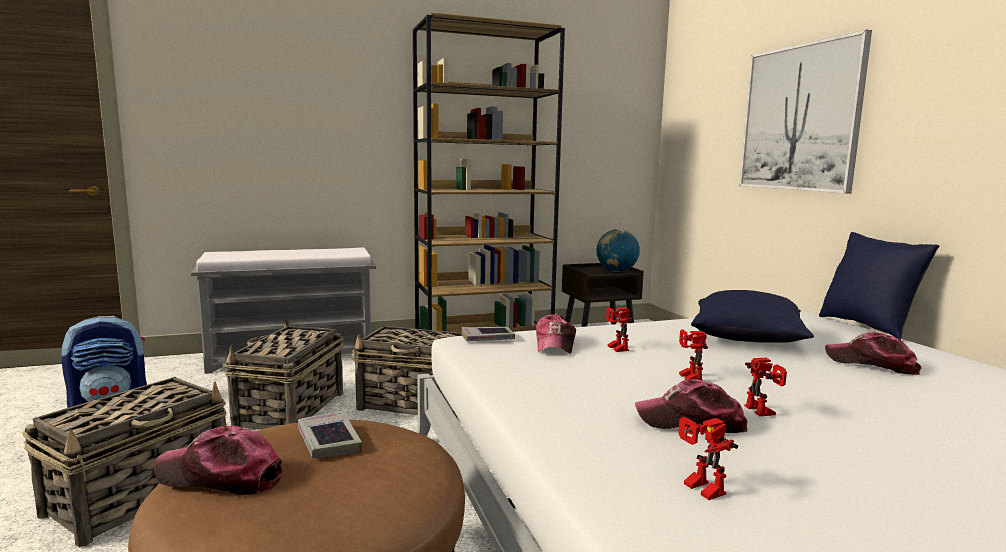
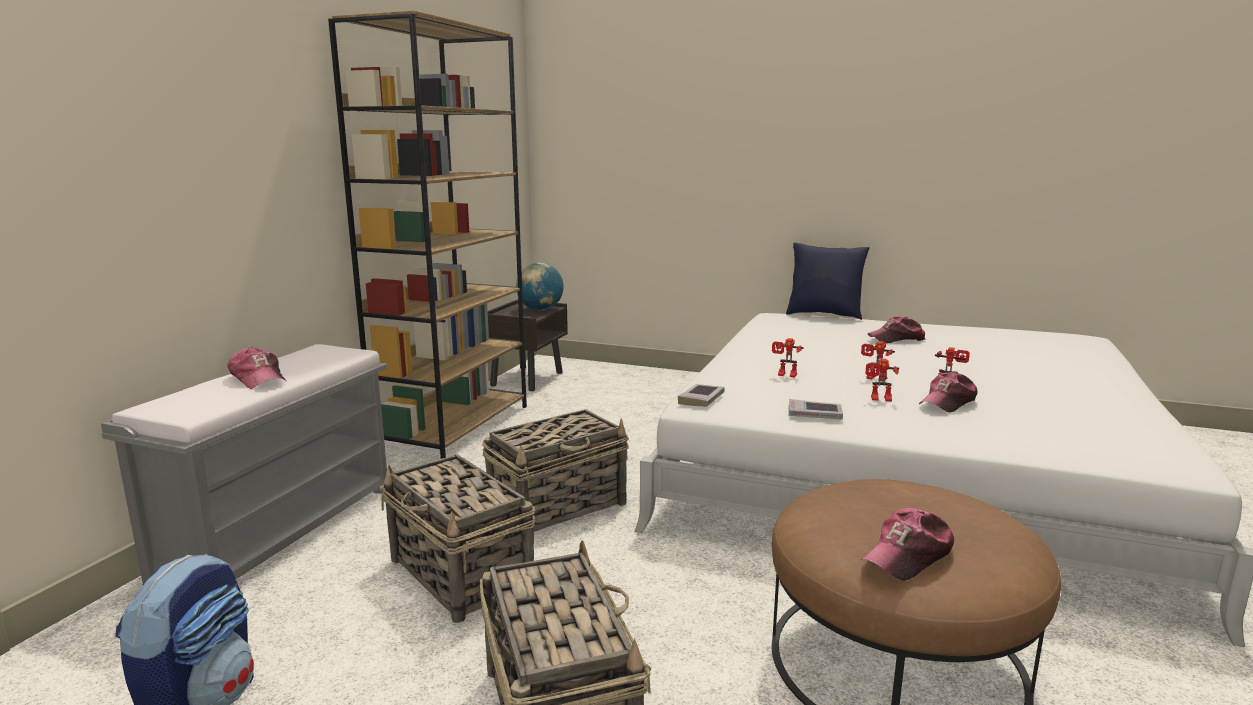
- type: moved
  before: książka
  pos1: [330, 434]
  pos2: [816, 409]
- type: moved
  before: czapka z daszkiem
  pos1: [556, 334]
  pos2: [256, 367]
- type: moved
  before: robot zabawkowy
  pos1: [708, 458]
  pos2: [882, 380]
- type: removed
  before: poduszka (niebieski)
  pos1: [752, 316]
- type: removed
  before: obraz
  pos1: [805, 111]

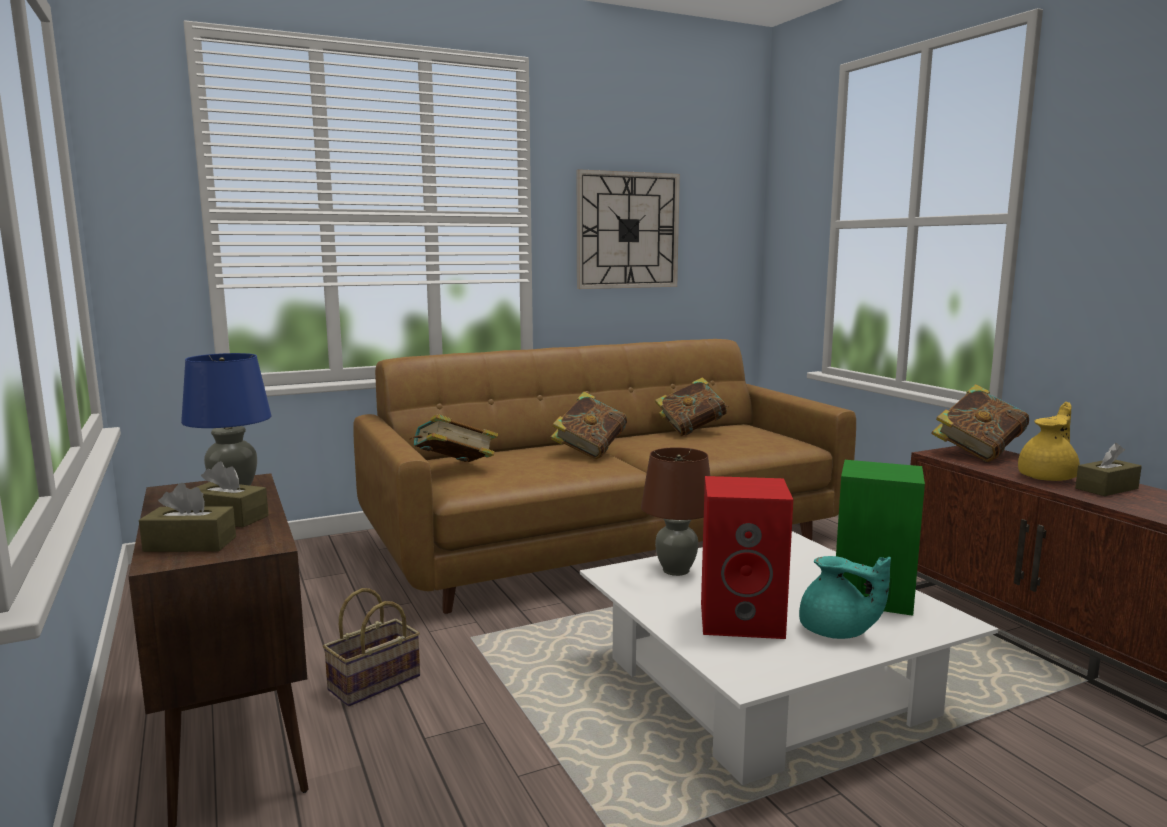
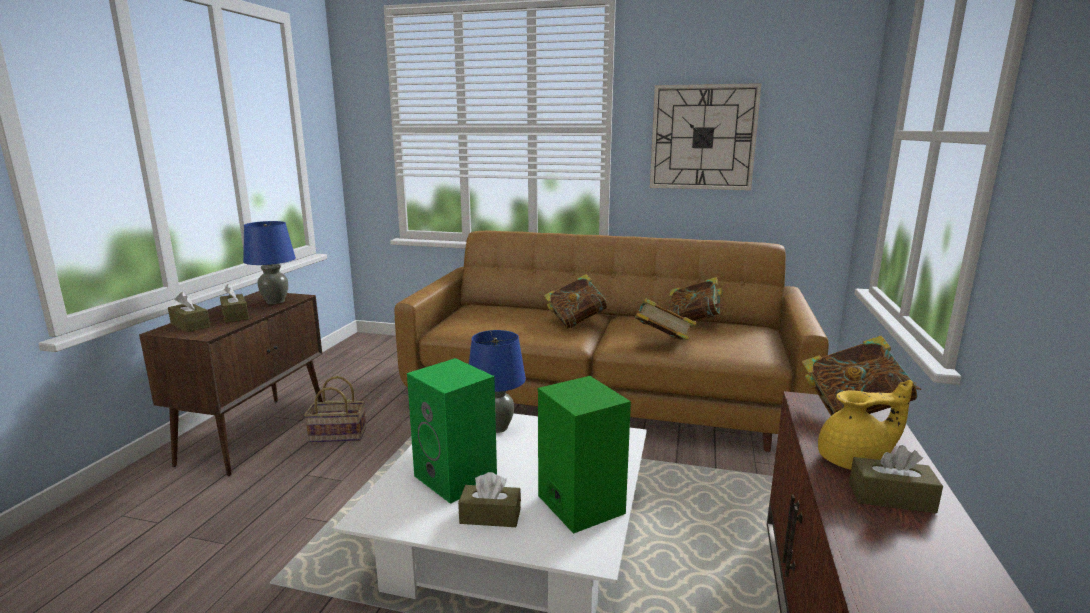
- type: moved
  before: książka
  pos1: [454, 438]
  pos2: [664, 319]
- type: recoloured
  before: lampa stołowa (brązowy)
  after: lampa stołowa (niebieski)
  pos1: [675, 511]
  pos2: [497, 381]
- type: recoloured
  before: głośnik (czerwony)
  after: głośnik (zielony)
  pos1: [747, 557]
  pos2: [452, 431]
- type: replaced
  before: imbryk (turkusowy)
  after: pudełko chusteczek (brązowy)
  pos1: [845, 597]
  pos2: [489, 499]

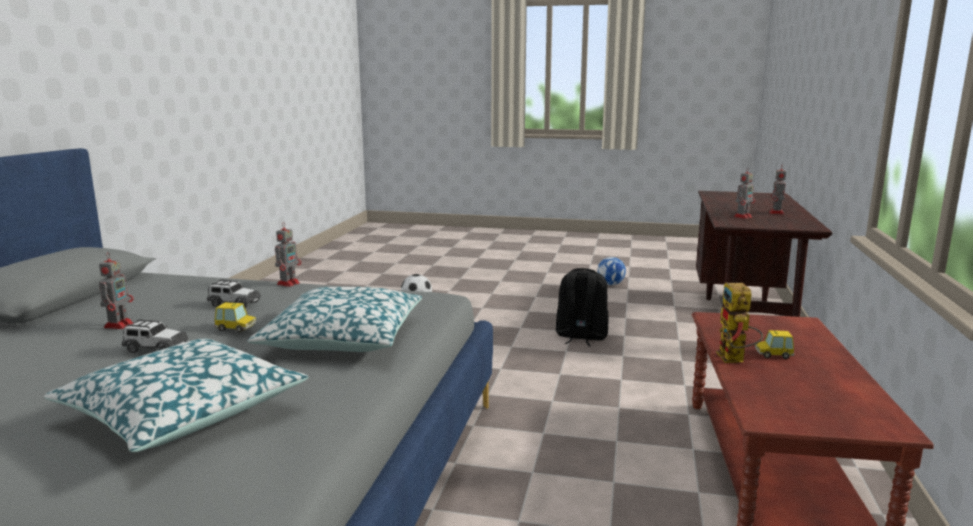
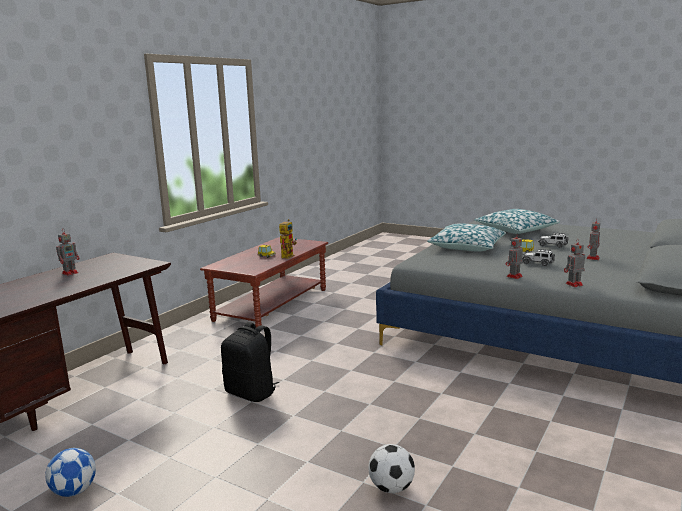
- type: moved
  before: robot zabawkowy
  pos1: [744, 193]
  pos2: [574, 263]

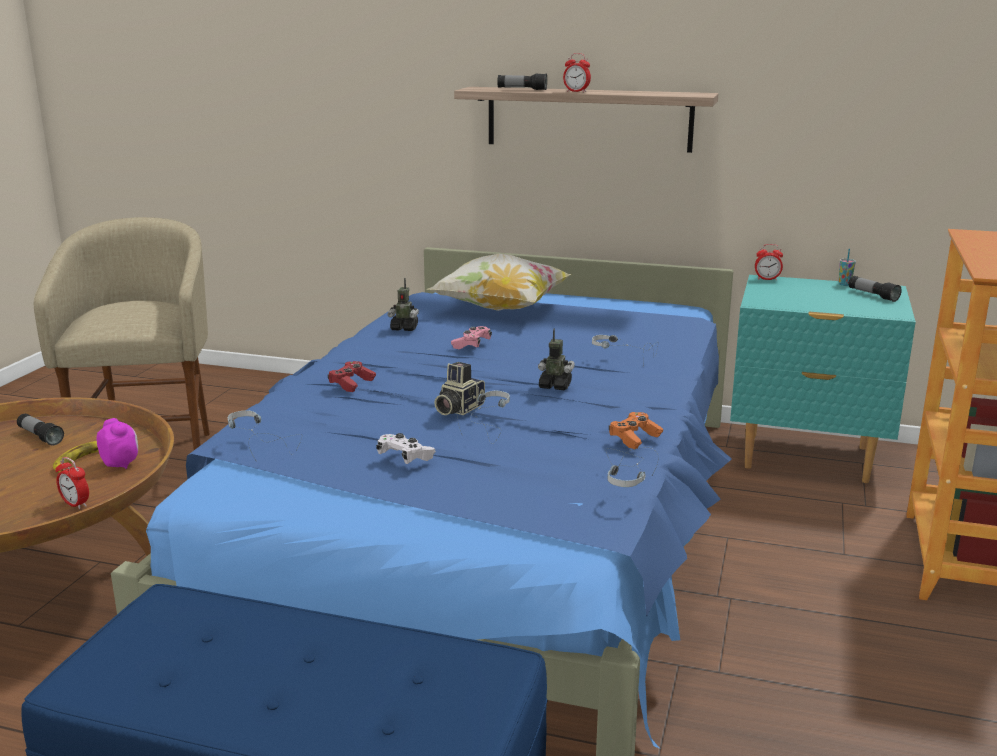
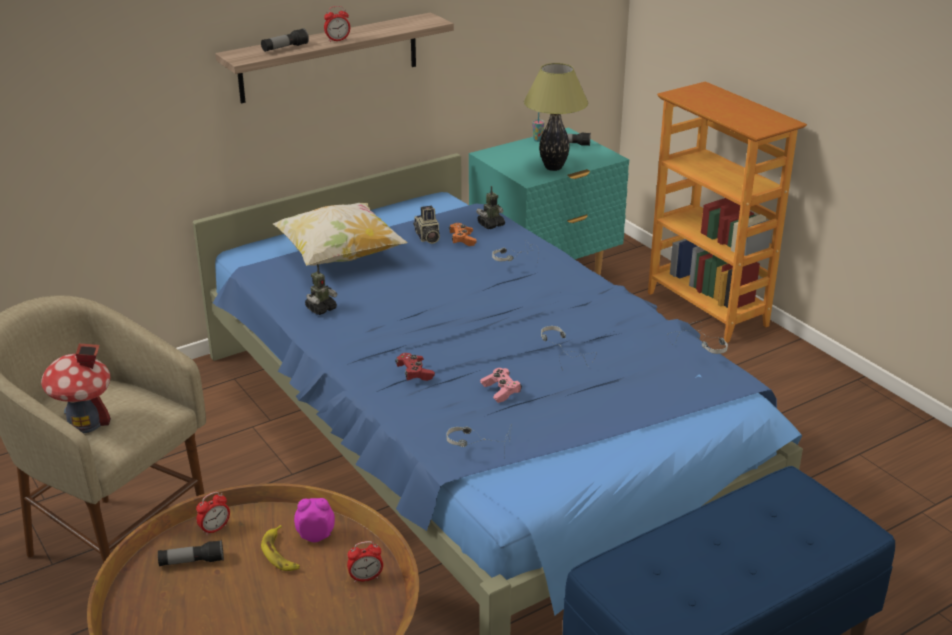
- type: removed
  before: pad do gier (biały)
  pos1: [406, 448]
- type: moved
  before: aparat fotograficzny
  pos1: [459, 388]
  pos2: [426, 225]
- type: moved
  before: pad do gier (różowy)
  pos1: [471, 337]
  pos2: [501, 385]
- type: moved
  before: robot zabawkowy
  pos1: [556, 359]
  pos2: [490, 207]
- type: moved
  before: pad do gier (pomarańczowy)
  pos1: [636, 430]
  pos2: [463, 234]
- type: moved
  before: budzik
  pos1: [769, 262]
  pos2: [213, 514]
- type: added
  after: domek
  pos2: [76, 388]
- type: added
  after: lampa stołowa
  pos2: [556, 117]

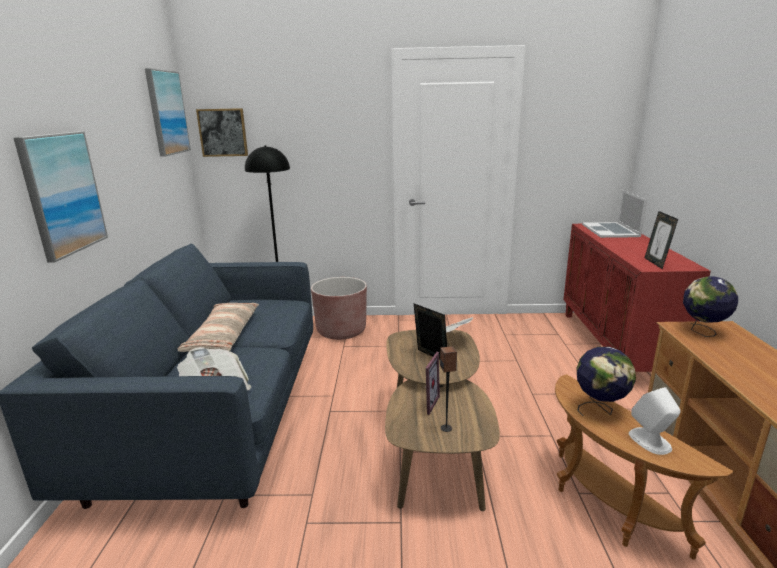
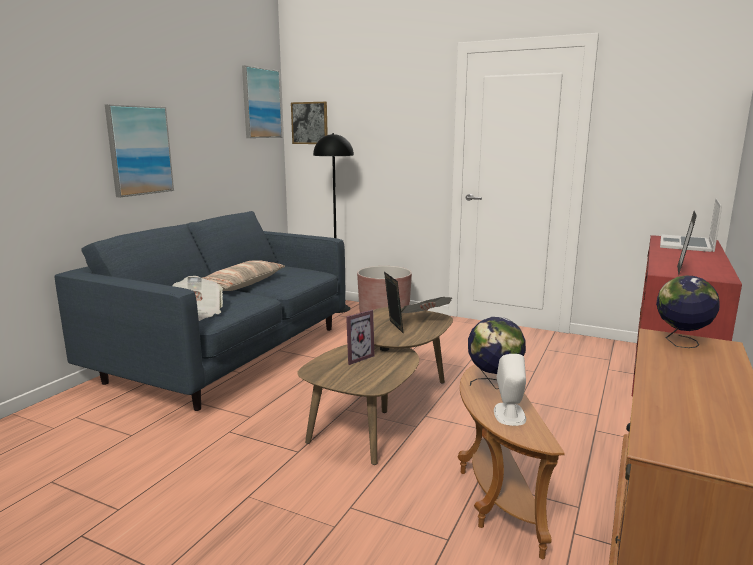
- type: removed
  before: głośnik
  pos1: [448, 389]

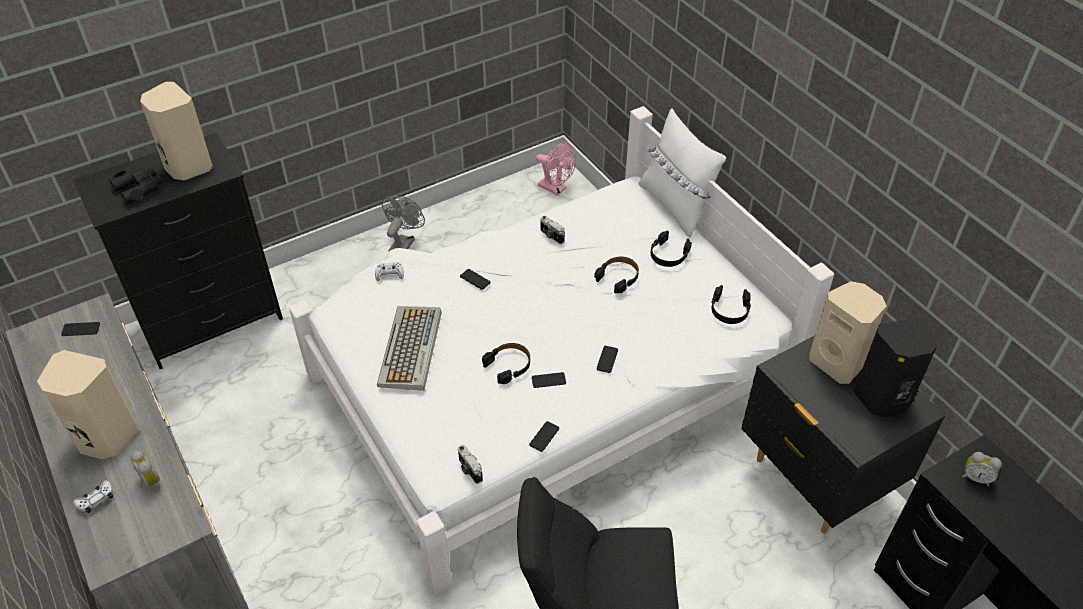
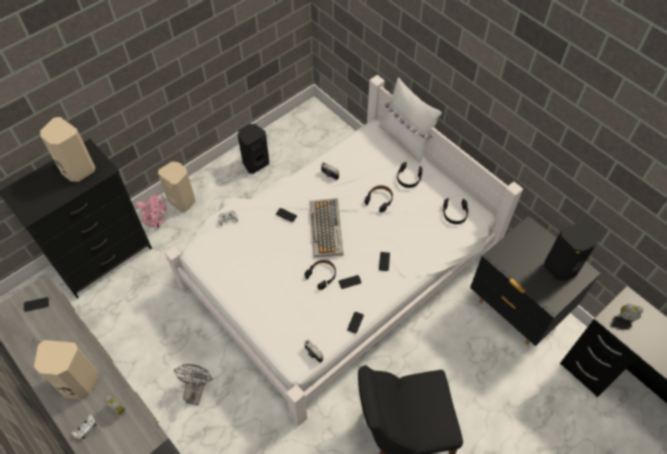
- type: removed
  before: lornetka (czarny)
  pos1: [136, 186]
- type: moved
  before: klawiatura
  pos1: [409, 348]
  pos2: [327, 227]
- type: moved
  before: wentylator (szary)
  pos1: [403, 223]
  pos2: [193, 384]
- type: moved
  before: wentylator (różowy)
  pos1: [556, 169]
  pos2: [151, 211]
- type: moved
  before: głośnik (beżowy)
  pos1: [847, 332]
  pos2: [176, 187]
- type: added
  after: głośnik (czarny)
  pos2: [253, 149]

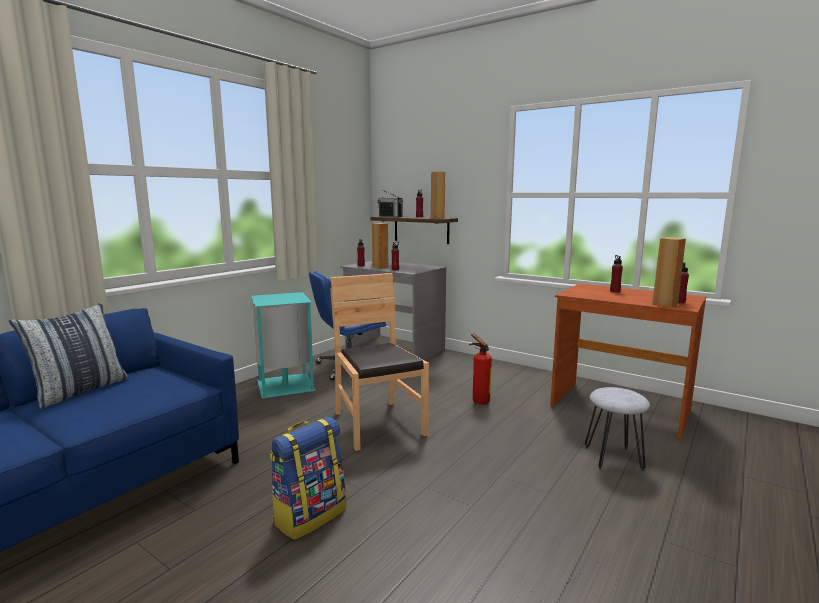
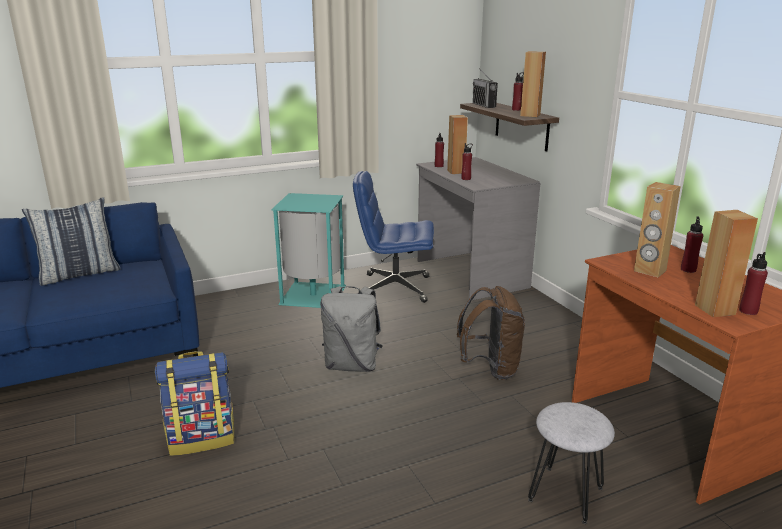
- type: replaced
  before: krzesło (brązowy)
  after: plecak (szary)
  pos1: [380, 362]
  pos2: [351, 329]
- type: replaced
  before: gaśnica
  after: plecak (brązowy)
  pos1: [480, 368]
  pos2: [491, 333]
- type: added
  after: głośnik (brązowy)
  pos2: [657, 229]

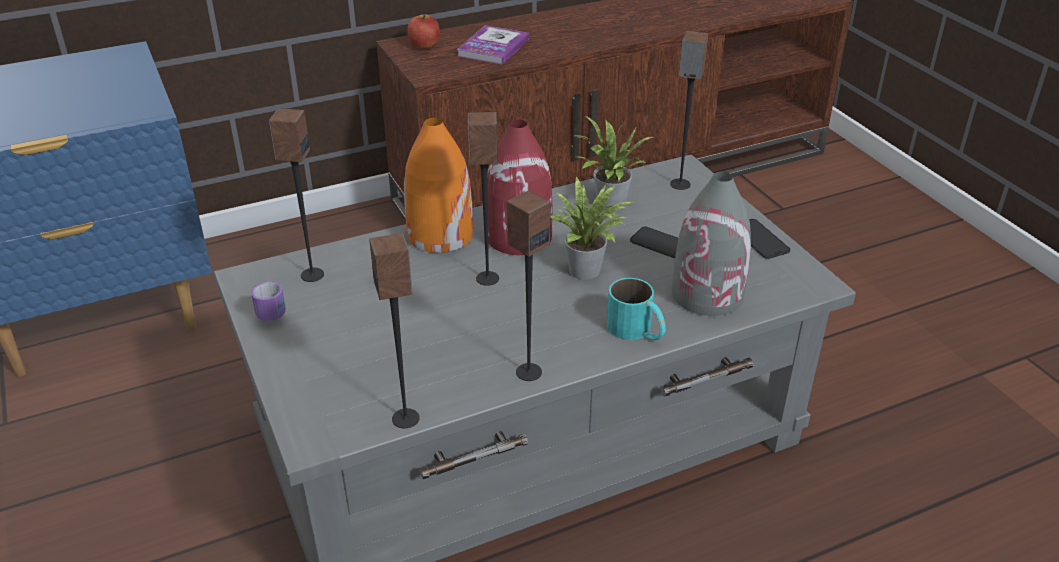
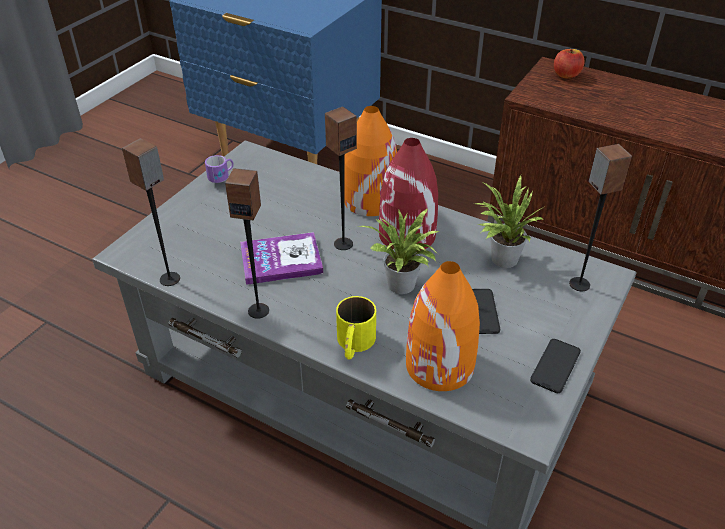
- type: removed
  before: głośnik
  pos1: [296, 195]
- type: moved
  before: książka
  pos1: [493, 45]
  pos2: [281, 258]
- type: recoloured
  before: kubek (turkusowy)
  after: kubek (żółty)
  pos1: [636, 309]
  pos2: [356, 328]
- type: recoloured
  before: wazon (szary)
  after: wazon (pomarańczowy)
  pos1: [711, 244]
  pos2: [443, 326]

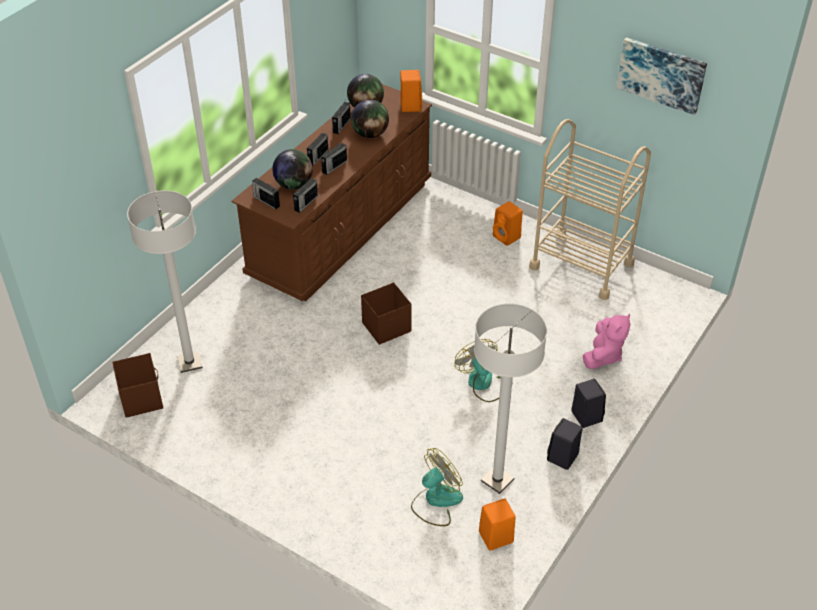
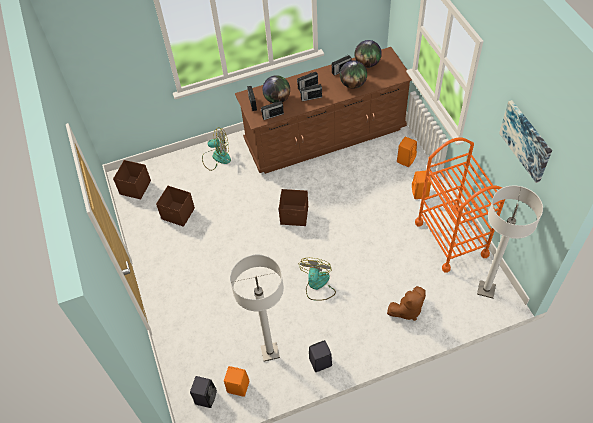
- type: moved
  before: lampa stojąca (biały)
  pos1: [165, 281]
  pos2: [510, 242]
- type: moved
  before: głośnik (pomarańczowy)
  pos1: [411, 91]
  pos2: [407, 152]
- type: moved
  before: wentylator
  pos1: [437, 487]
  pos2: [216, 149]
- type: recoloured
  before: wózek (beżowy)
  after: wózek (pomarańczowy)
  pos1: [590, 209]
  pos2: [460, 205]
- type: moved
  before: głośnik (czarny)
  pos1: [588, 403]
  pos2: [203, 392]
- type: recoloured
  before: pluszak (różowy)
  after: pluszak (brązowy)
  pos1: [606, 341]
  pos2: [406, 303]
- type: added
  after: pojemnik do przechowywania (brązowy)
  pos2: [175, 206]

